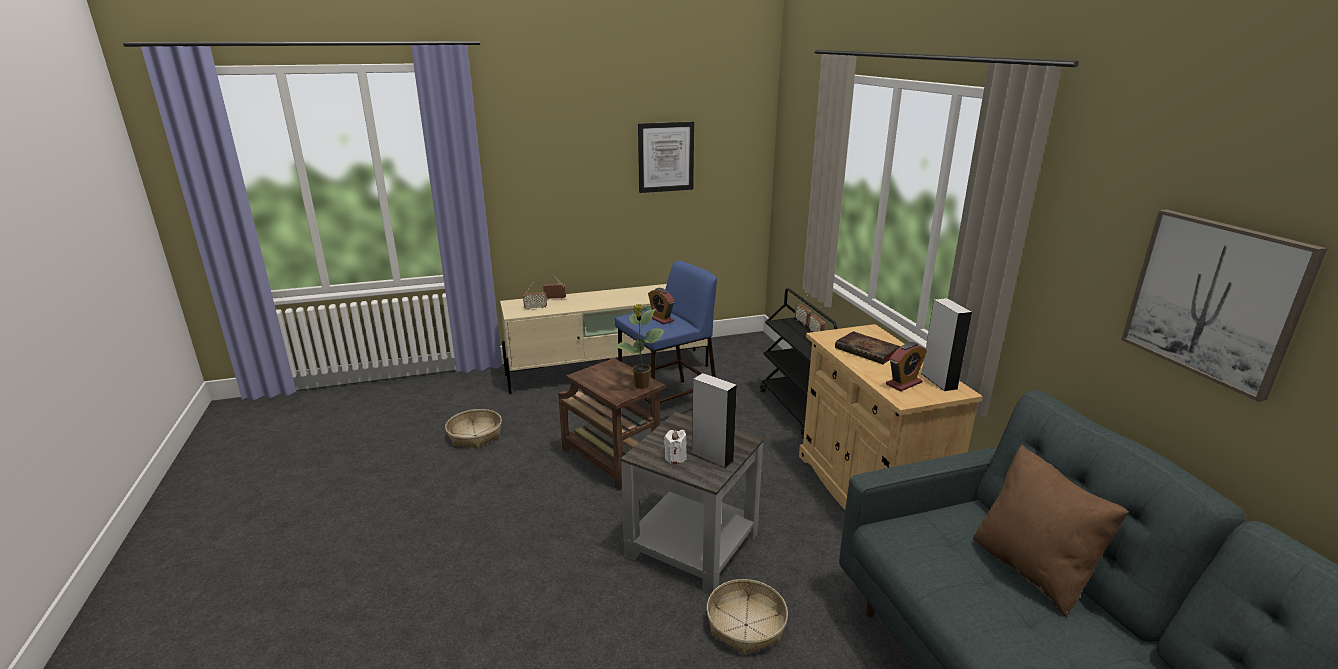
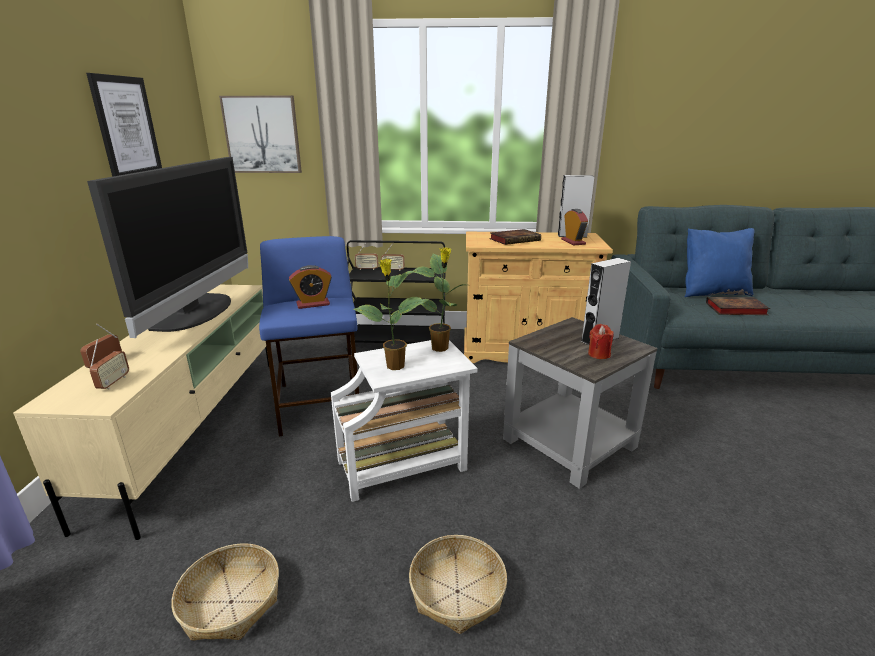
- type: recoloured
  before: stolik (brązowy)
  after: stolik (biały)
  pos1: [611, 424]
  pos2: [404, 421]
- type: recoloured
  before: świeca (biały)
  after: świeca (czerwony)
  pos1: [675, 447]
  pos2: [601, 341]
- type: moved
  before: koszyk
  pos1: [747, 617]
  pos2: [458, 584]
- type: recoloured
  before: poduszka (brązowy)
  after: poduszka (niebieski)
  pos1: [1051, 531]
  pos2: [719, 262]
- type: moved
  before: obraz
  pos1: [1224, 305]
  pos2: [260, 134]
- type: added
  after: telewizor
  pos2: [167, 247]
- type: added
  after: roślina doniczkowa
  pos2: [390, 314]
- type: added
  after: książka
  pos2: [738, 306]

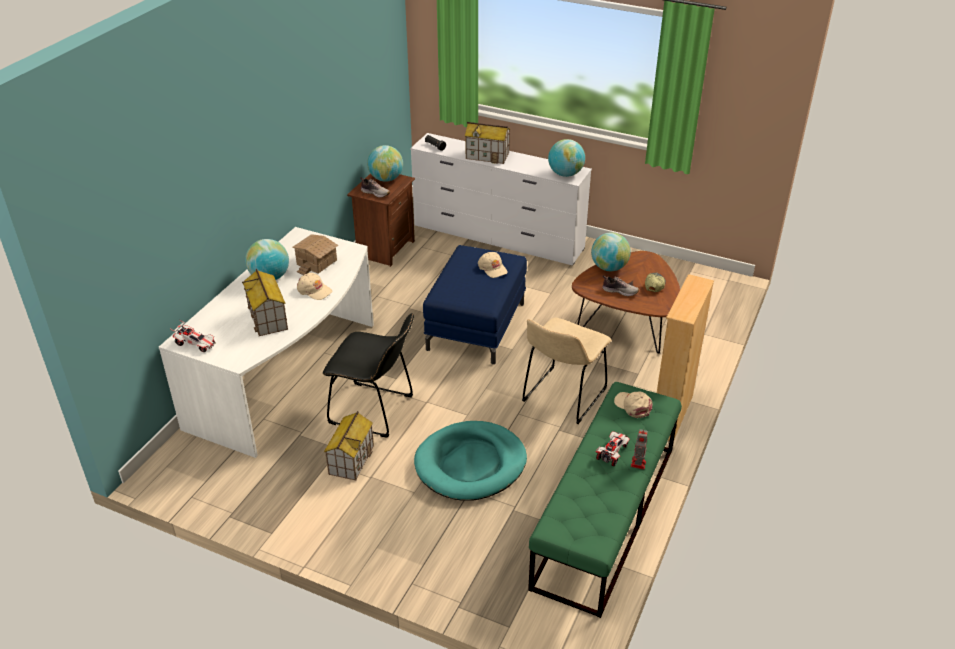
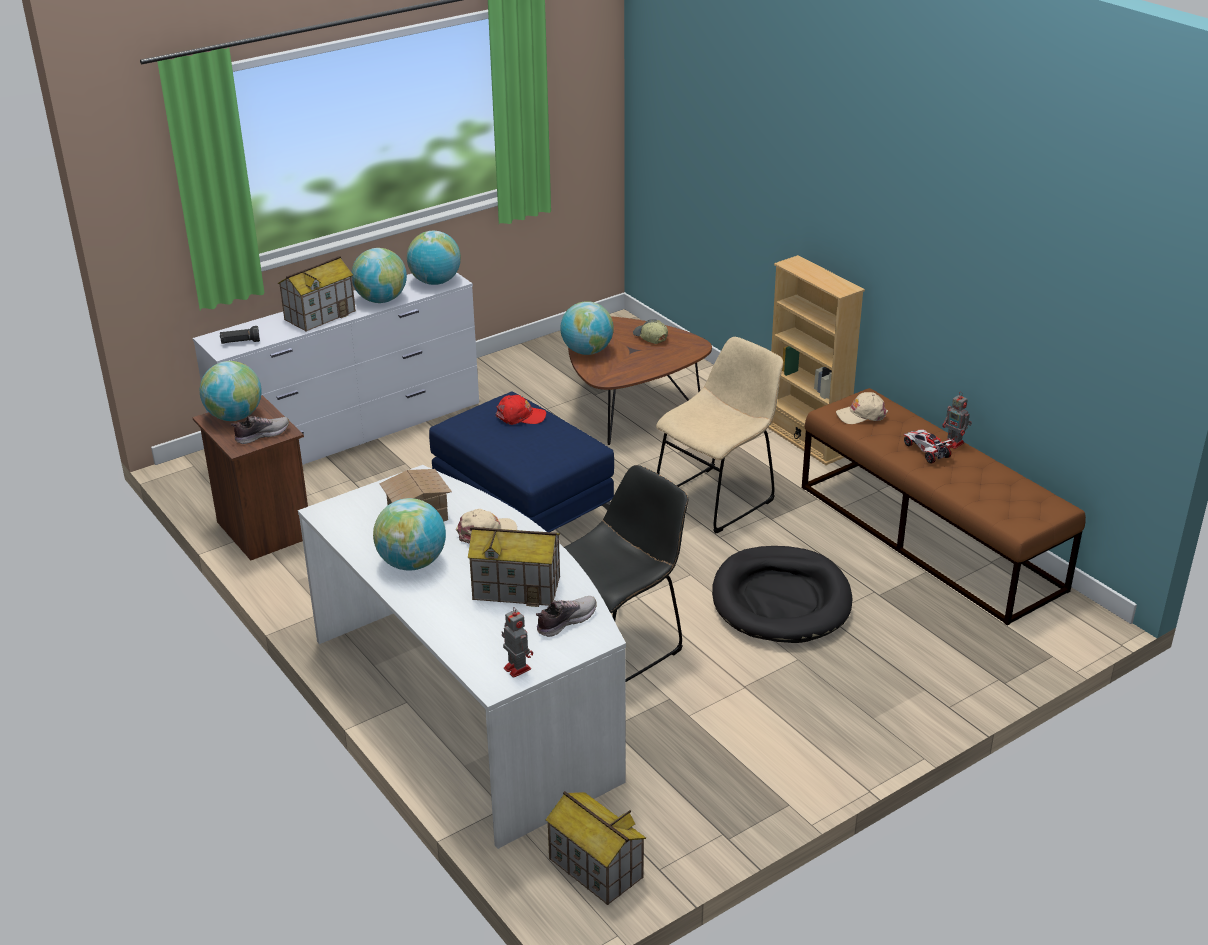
- type: replaced
  before: samochodzik
  after: robot zabawkowy
  pos1: [193, 336]
  pos2: [517, 642]
- type: moved
  before: domek
  pos1: [349, 446]
  pos2: [596, 848]
- type: recoloured
  before: legowisko (turkusowy)
  after: legowisko (czarny)
  pos1: [470, 461]
  pos2: [782, 594]
- type: recoloured
  before: czapka z daszkiem (beżowy)
  after: czapka z daszkiem (czerwony)
  pos1: [493, 265]
  pos2: [521, 410]
- type: turned
  before: krzesło (beżowy)
  pos1: [566, 371]
  pos2: [719, 435]
  turn: -105
- type: recoloured
  before: ławka (zielony)
  after: ławka (brązowy)
  pos1: [605, 500]
  pos2: [944, 507]
- type: moved
  before: but
  pos1: [620, 285]
  pos2: [566, 616]
- type: added
  after: globus
  pos2: [379, 275]

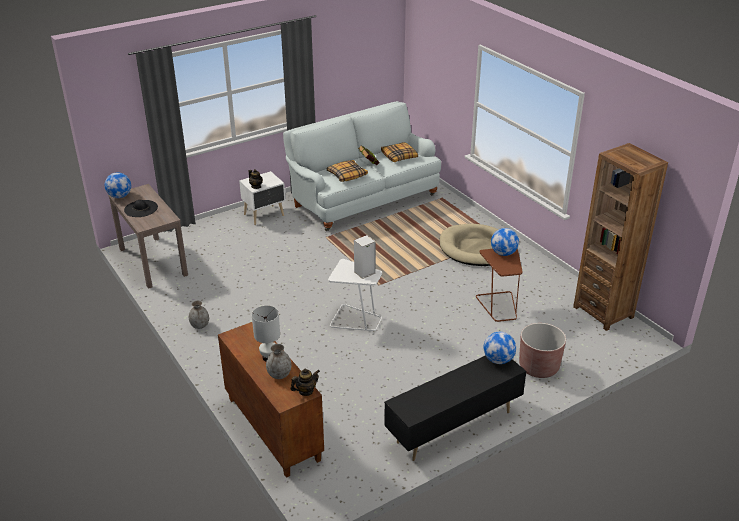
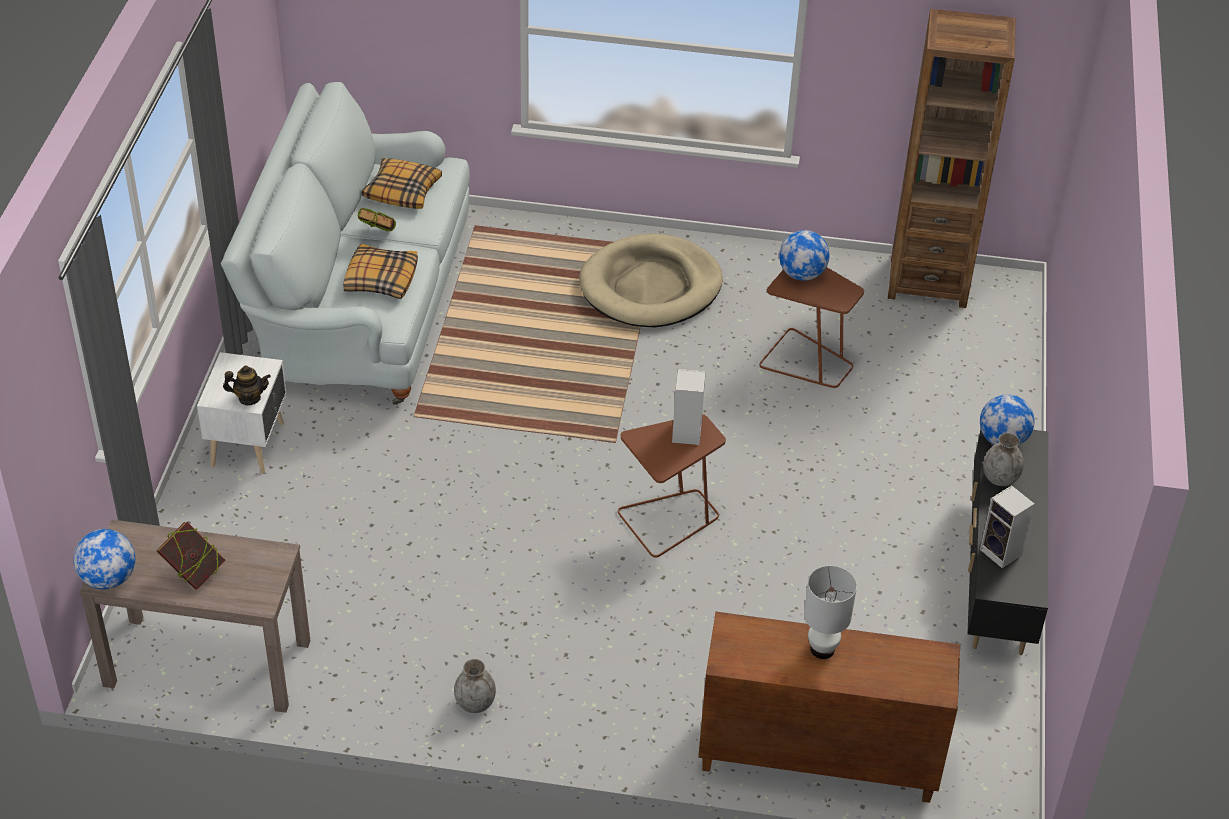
- type: replaced
  before: kapelusz (czarny)
  after: książka
  pos1: [141, 208]
  pos2: [190, 556]
- type: moved
  before: wazon (szary)
  pos1: [278, 361]
  pos2: [1003, 459]
- type: removed
  before: imbryk
  pos1: [305, 382]
- type: recoloured
  before: stolik (biały)
  after: stolik (brązowy)
  pos1: [355, 295]
  pos2: [672, 486]
- type: removed
  before: donica (brązowy)
  pos1: [542, 350]
- type: added
  after: głośnik
  pos2: [1007, 526]

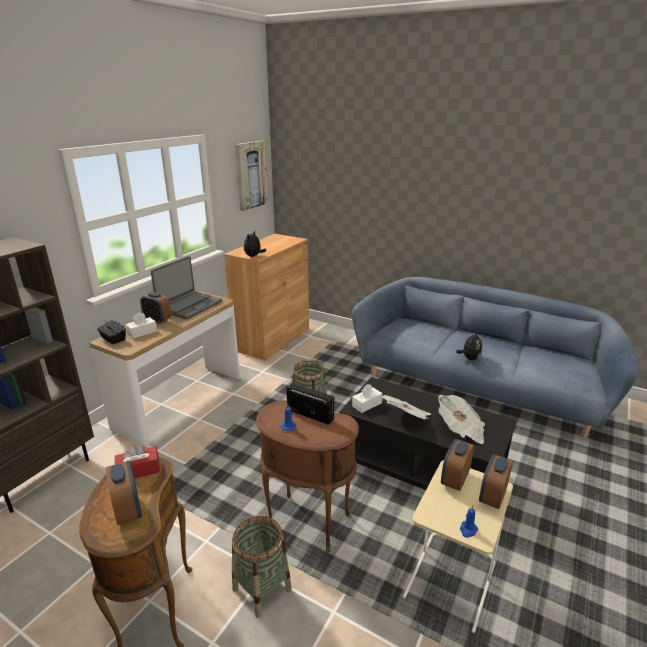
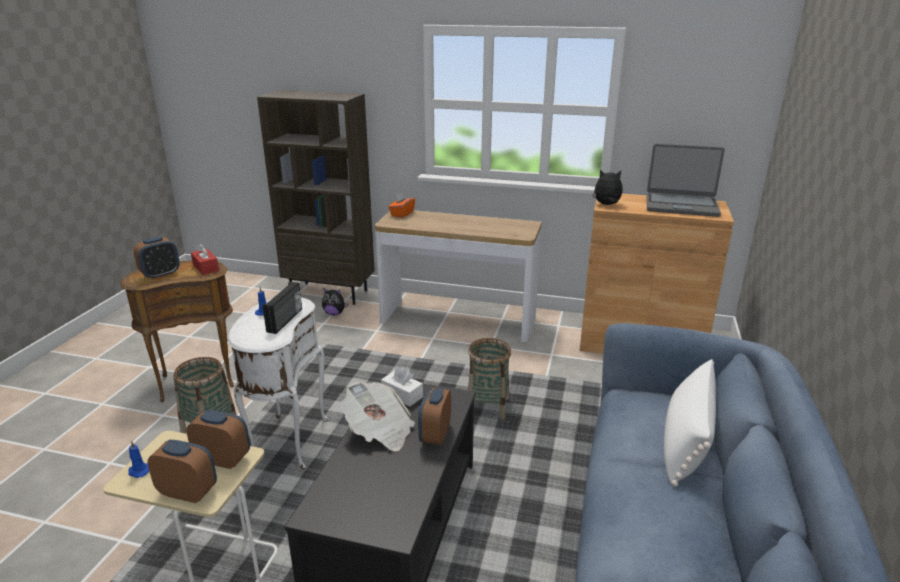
- type: recoloured
  before: pudełko chusteczek (czarny)
  after: pudełko chusteczek (pomarańczowy)
  pos1: [111, 332]
  pos2: [401, 205]
- type: removed
  before: pudełko chusteczek (biały)
  pos1: [141, 325]
- type: moved
  before: budzik
  pos1: [155, 308]
  pos2: [434, 416]
- type: moved
  before: laptop
  pos1: [186, 287]
  pos2: [685, 180]
- type: removed
  before: obraz
  pos1: [251, 176]
- type: recoloured
  before: stolik (brązowy)
  after: stolik (biały)
  pos1: [307, 476]
  pos2: [278, 383]
- type: removed
  before: gazeta
  pos1: [461, 419]
- type: moved
  before: pluszak
  pos1: [469, 346]
  pos2: [335, 302]
- type: added
  after: poduszka (biały)
  pos2: [690, 423]

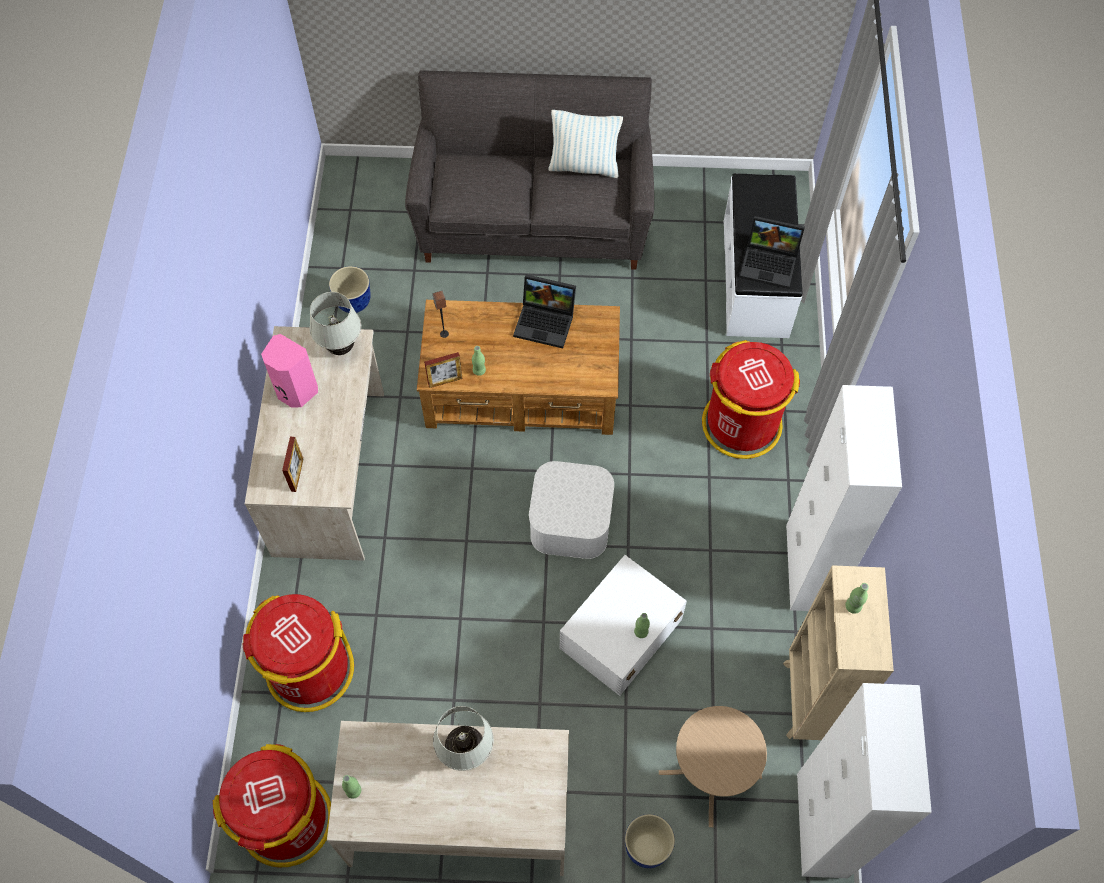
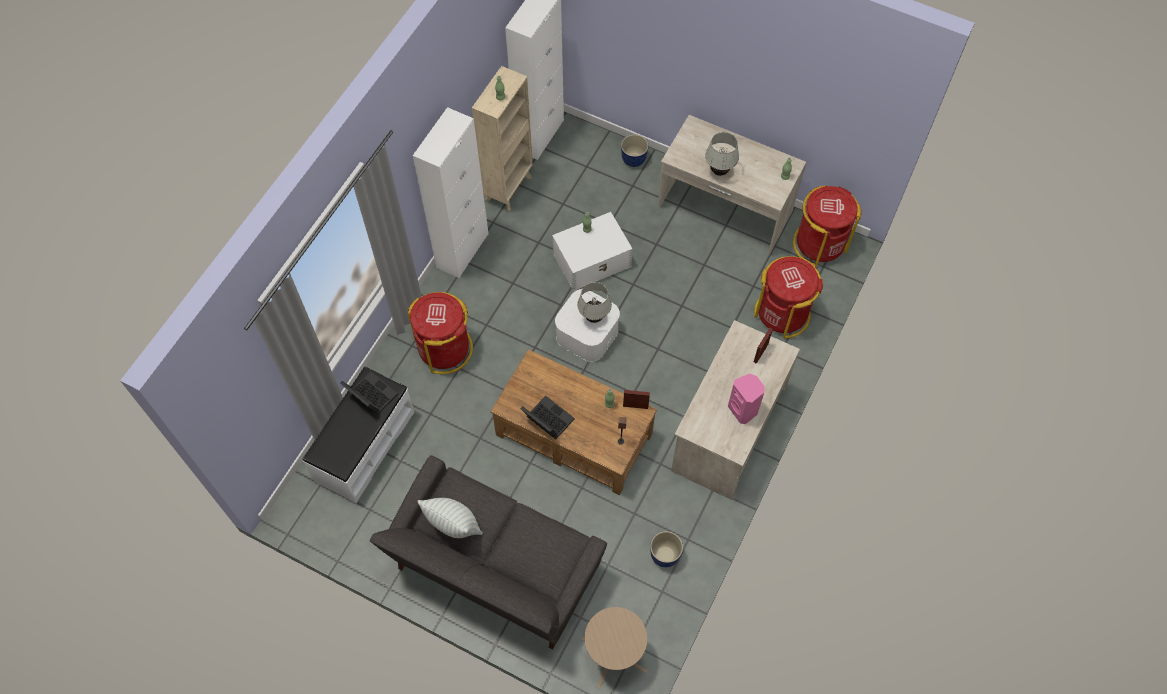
- type: moved
  before: lampa stołowa (biały)
  pos1: [335, 323]
  pos2: [594, 302]
- type: moved
  before: stolik (beżowy)
  pos1: [713, 766]
  pos2: [614, 647]

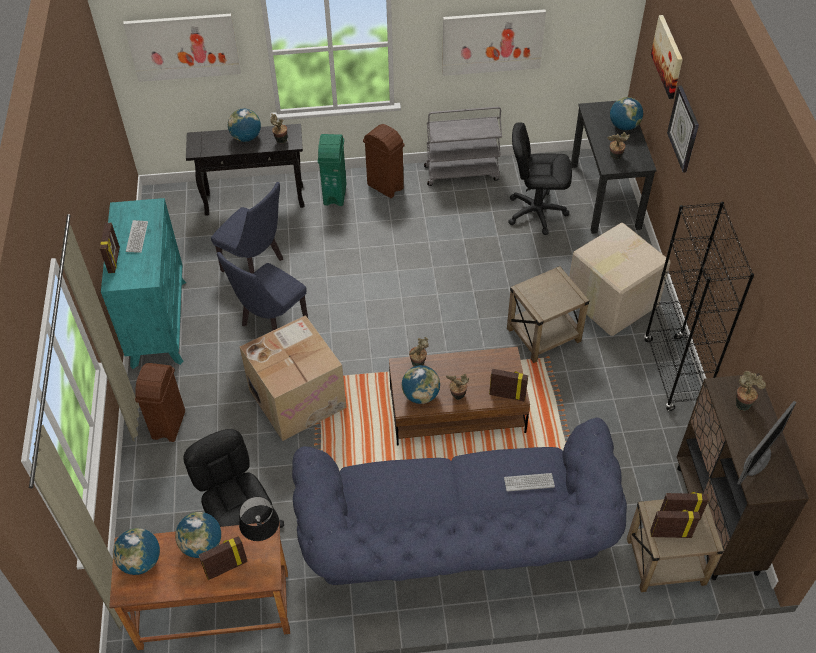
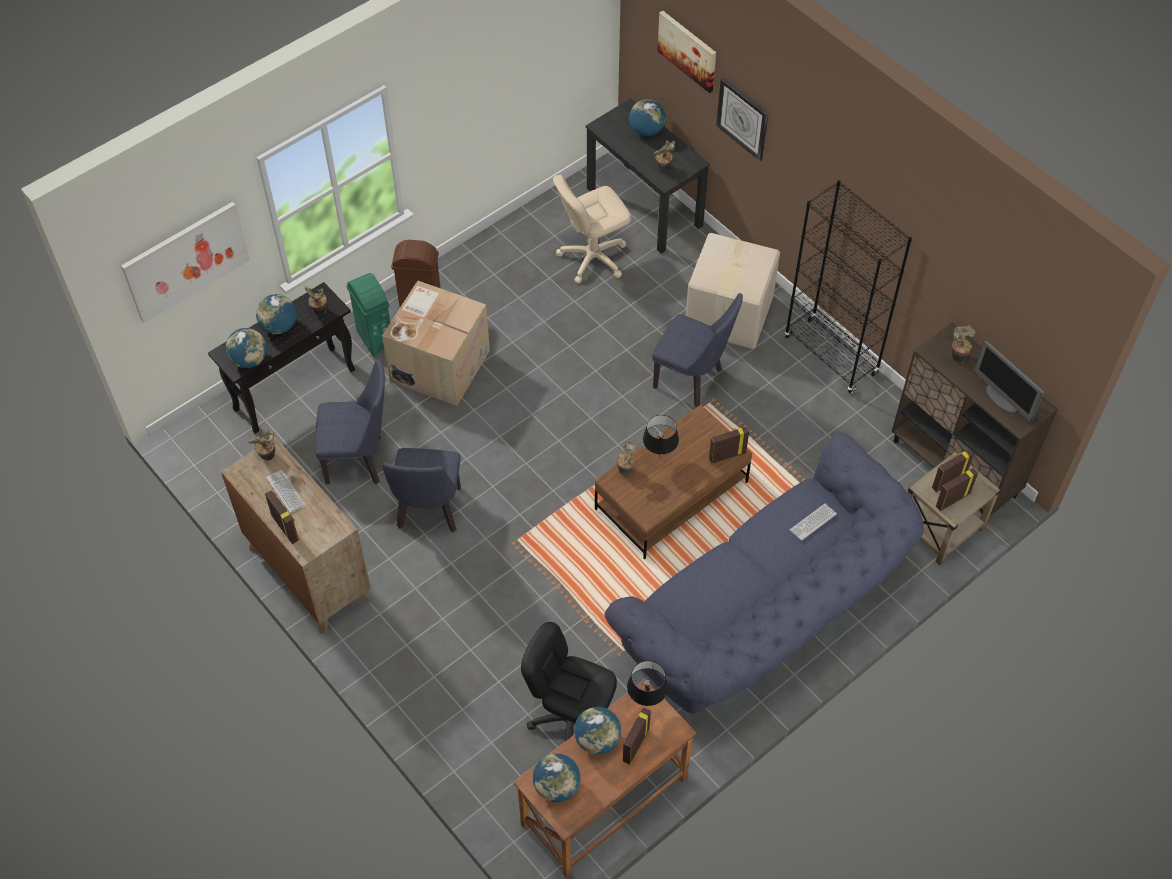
- type: recoloured
  before: komoda (turkusowy)
  after: komoda (brązowy)
  pos1: [143, 283]
  pos2: [296, 535]
- type: removed
  before: kosz na śmieci (brązowy)
  pos1: [160, 402]
- type: moved
  before: karton
  pos1: [293, 378]
  pos2: [436, 343]
- type: moved
  before: globus
  pos1: [421, 384]
  pos2: [246, 348]
- type: removed
  before: wózek (szary)
  pos1: [463, 146]
- type: removed
  before: obraz
  pos1: [494, 43]
- type: moved
  before: roślina doniczkowa
  pos1: [457, 387]
  pos2: [261, 445]
- type: replaced
  before: stolik (beżowy)
  after: krzesło (niebieski)
  pos1: [548, 314]
  pos2: [697, 350]
- type: recoloured
  before: krzesło biurowe (czarny)
  after: krzesło biurowe (beżowy)
  pos1: [540, 178]
  pos2: [592, 228]
- type: turned
  before: monitor
  pos1: [767, 443]
  pos2: [1009, 381]
  turn: 135
- type: added
  after: lampa stołowa (czarny)
  pos2: [661, 436]

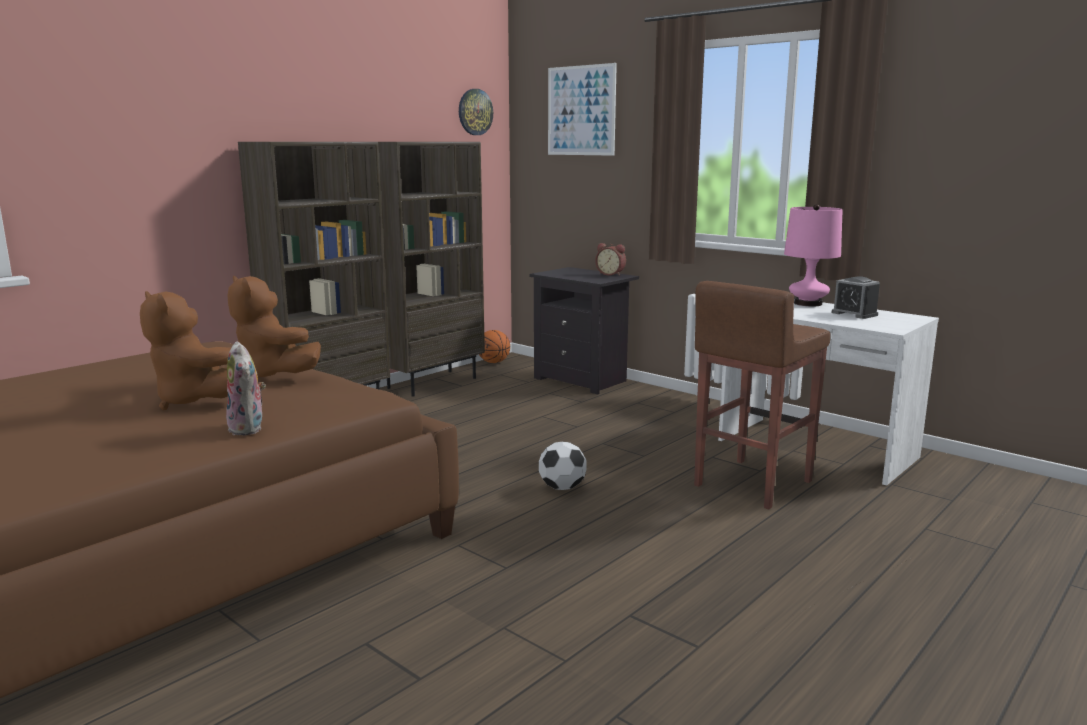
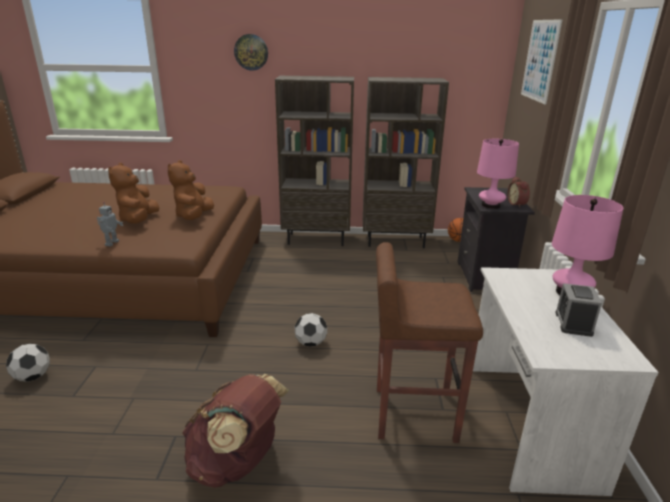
- type: replaced
  before: pluszak
  after: robot zabawkowy
  pos1: [246, 388]
  pos2: [110, 224]
- type: moved
  before: zegar ścienny
  pos1: [476, 112]
  pos2: [251, 52]
- type: added
  after: piłka futbolowa
  pos2: [28, 363]
- type: added
  after: plecak (brązowy)
  pos2: [235, 431]
- type: added
  after: lampa stołowa (różowy)
  pos2: [498, 174]

